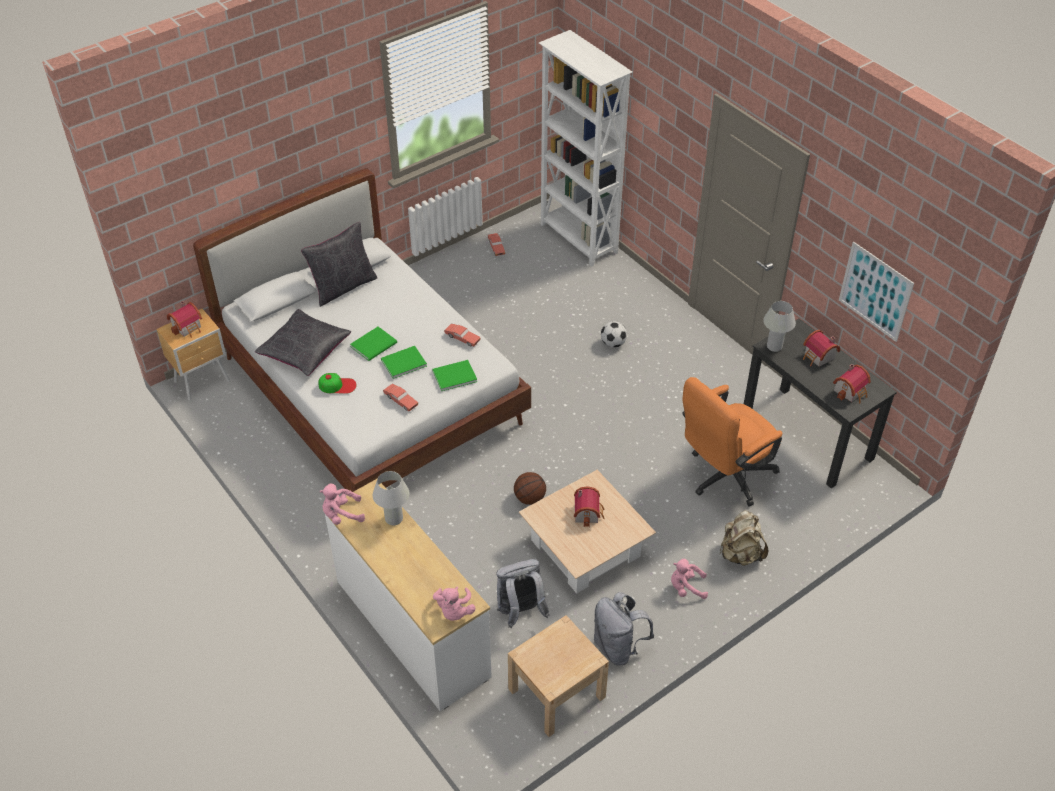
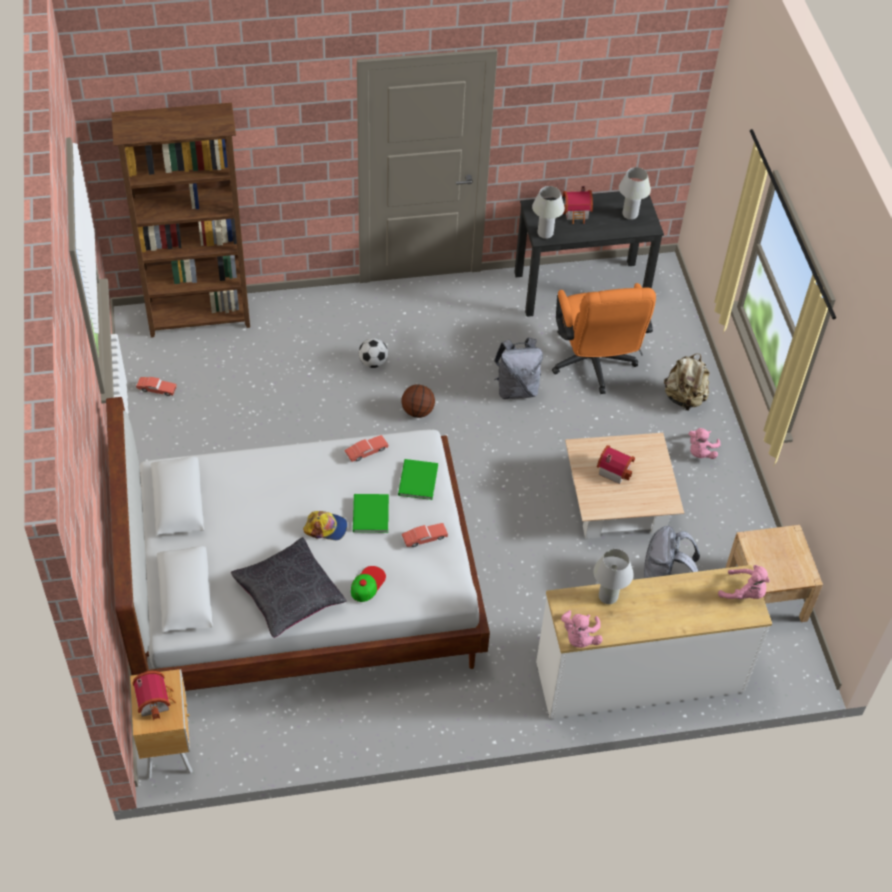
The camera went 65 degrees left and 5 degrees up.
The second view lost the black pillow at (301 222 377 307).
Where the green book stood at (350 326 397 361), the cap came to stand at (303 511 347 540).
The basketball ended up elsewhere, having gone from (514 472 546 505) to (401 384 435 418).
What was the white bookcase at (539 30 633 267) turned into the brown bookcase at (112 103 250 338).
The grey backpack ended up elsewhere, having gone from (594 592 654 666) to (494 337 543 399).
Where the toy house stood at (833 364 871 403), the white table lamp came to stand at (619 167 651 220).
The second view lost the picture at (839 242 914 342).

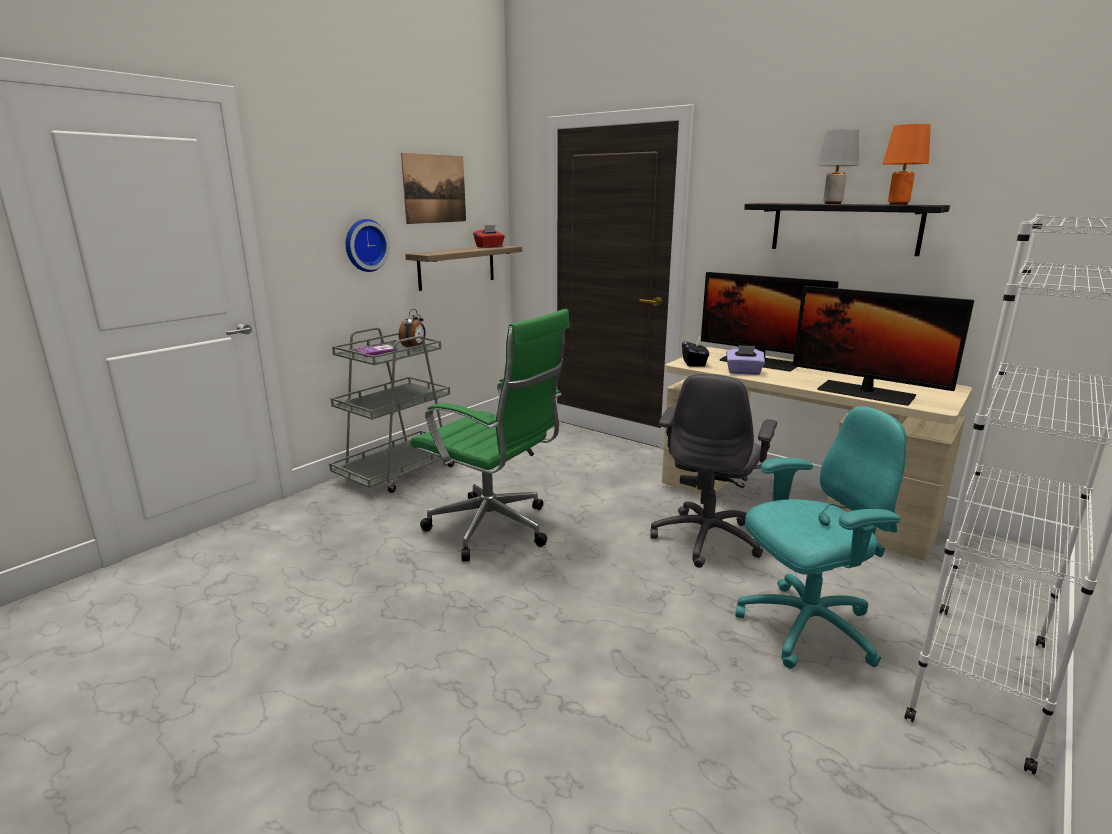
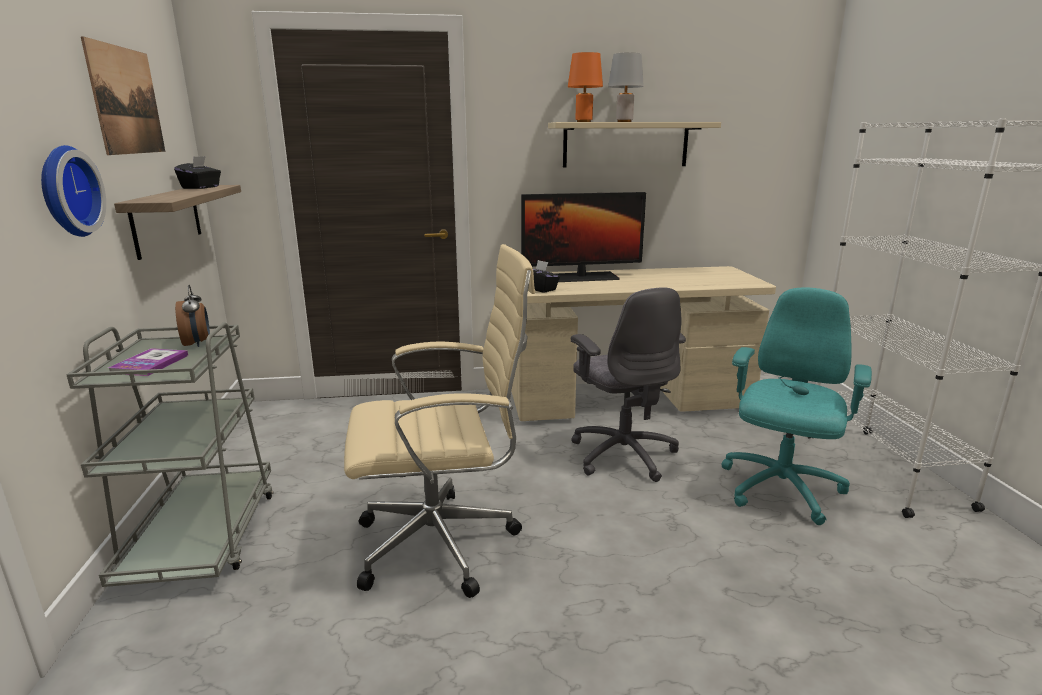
The camera went 45 degrees left and 0 degrees up.
What was the green office chair at (410 309 570 562) turned into the beige office chair at (344 244 535 598).
What was the red tissue box at (473 225 505 248) turned into the black tissue box at (174 156 221 189).
The second view lost the purple tissue box at (726 345 765 375).
What was the black shelf at (744 203 950 256) turned into the beige shelf at (548 122 721 167).
The second view lost the monitor at (793 286 974 406).
The orange table lamp ended up elsewhere, having gone from (883 124 931 205) to (568 52 603 122).

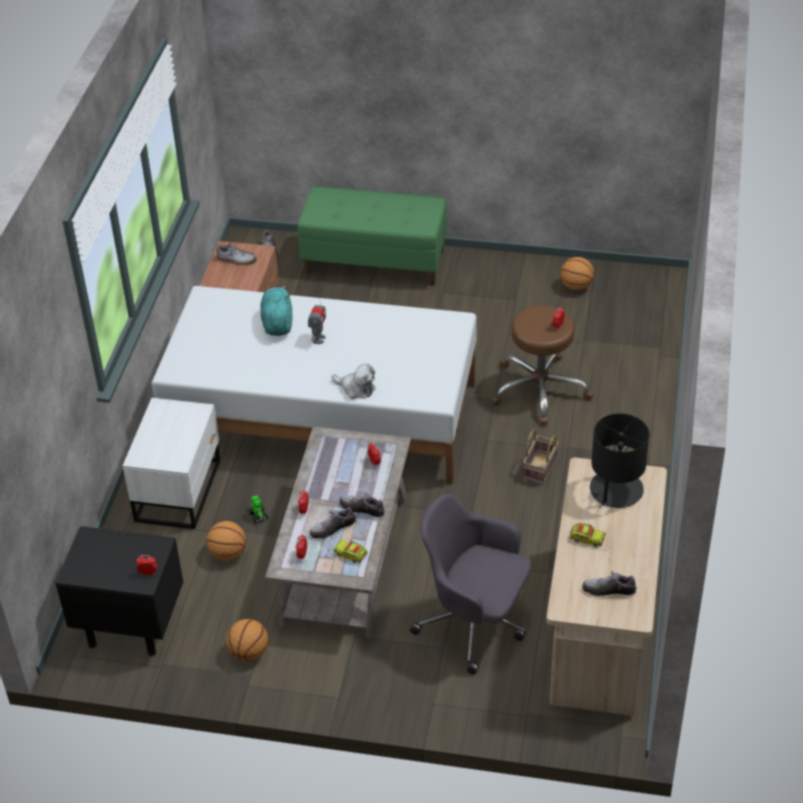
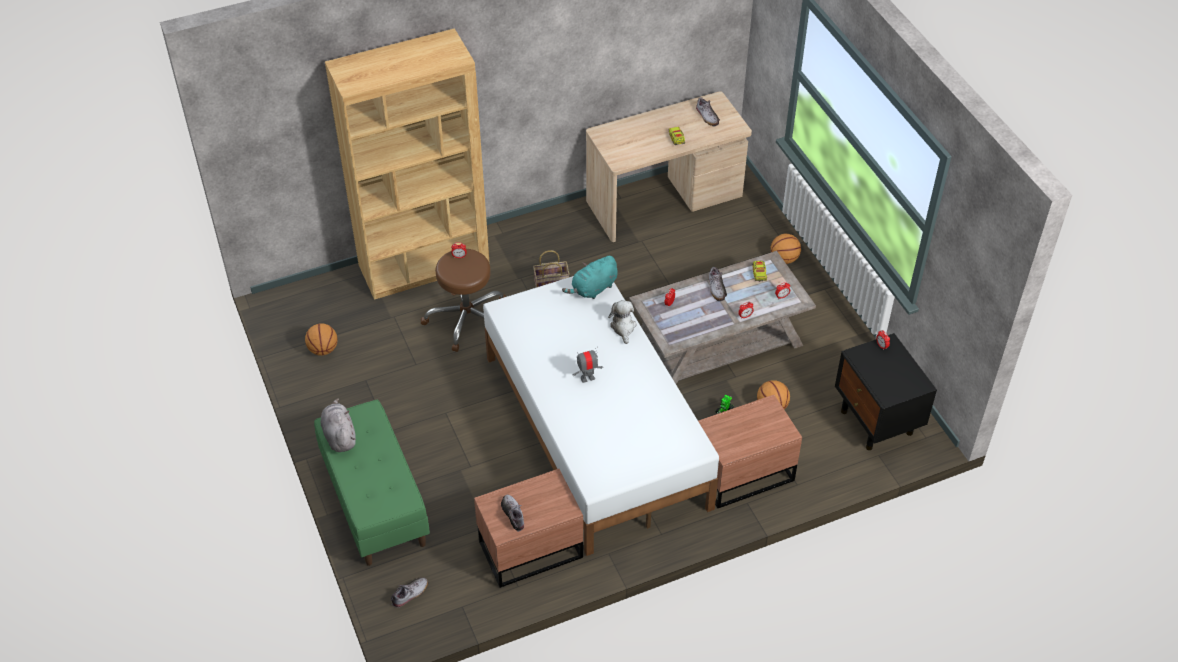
The camera went 125 degrees left and 5 degrees up.
What was the white nightstand at (123 398 220 529) turned into the brown nightstand at (698 395 802 508).
The basketball ended up elsewhere, having gone from (226 619 268 661) to (771 234 801 264).
The turquoise plush toy ended up elsewhere, having gone from (260 286 292 336) to (562 256 618 299).
The second view lost the shoe at (310 507 356 538).
The second view lost the grey office chair at (410 494 531 675).
The second view lost the black table lamp at (590 413 649 508).
The second view gained the grey plush toy at (321 398 356 452).
The second view gained the brown bookcase at (325 28 490 300).

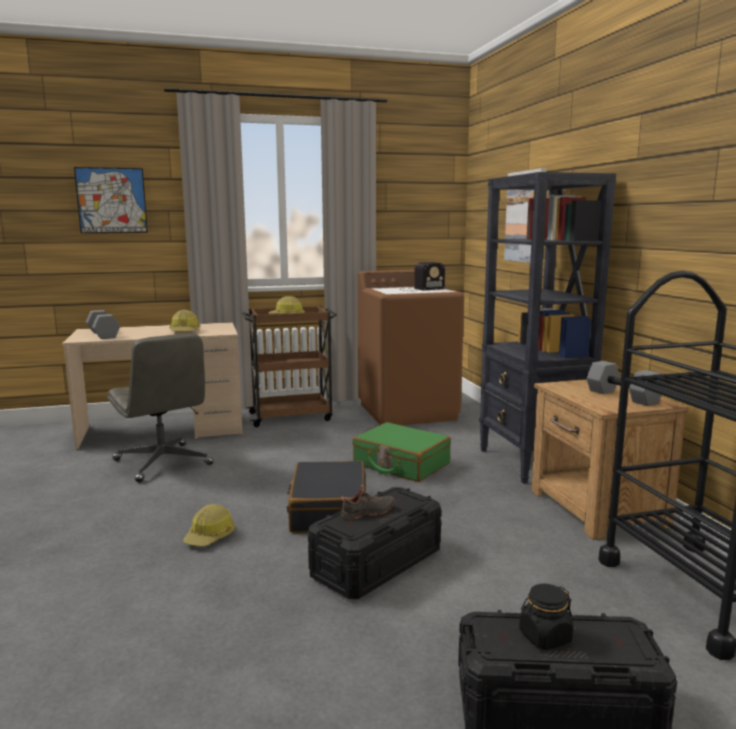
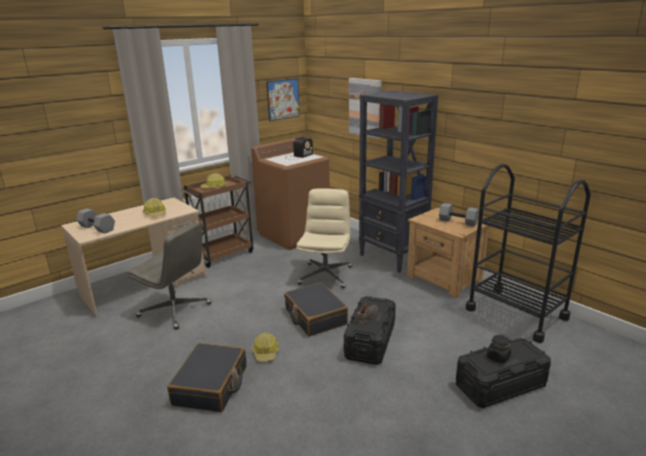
The camera went 25 degrees left and 10 degrees up.
The picture ended up elsewhere, having gone from (74 167 148 233) to (266 78 300 121).
Where the green suitcase stood at (352 422 451 482), the beige office chair came to stand at (297 189 352 288).
The second view gained the black suitcase at (167 343 247 412).

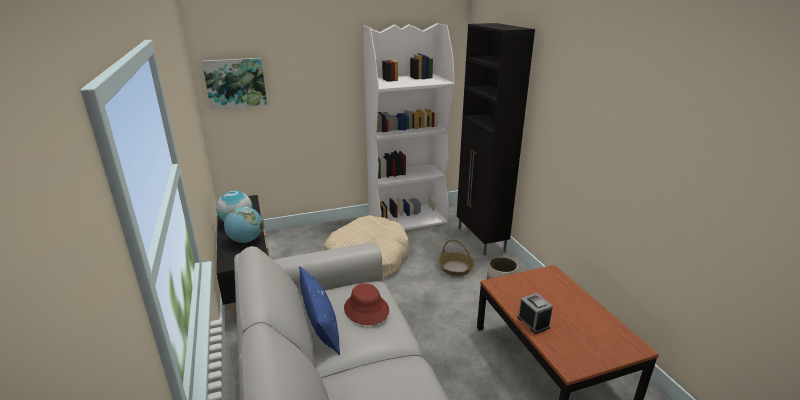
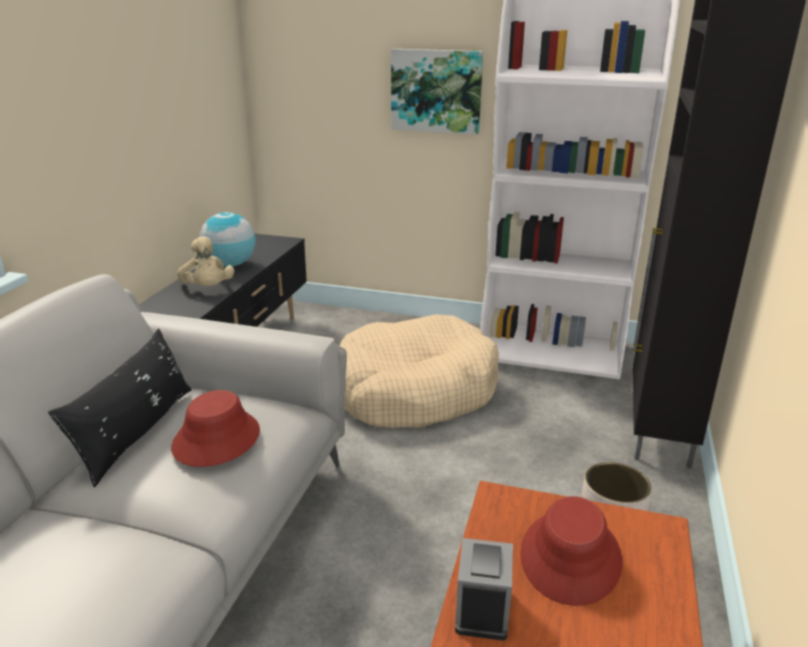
The camera went 35 degrees right and 0 degrees up.
The picture ended up elsewhere, having gone from (202 58 267 110) to (391 49 483 135).
Where the globe stood at (224 206 263 243), the beige plush toy came to stand at (177 236 234 286).
What was the blue pillow at (299 266 340 355) turned into the black pillow at (48 328 192 487).
The second view lost the basket at (438 240 475 276).
The second view gained the red hat at (520 496 623 606).

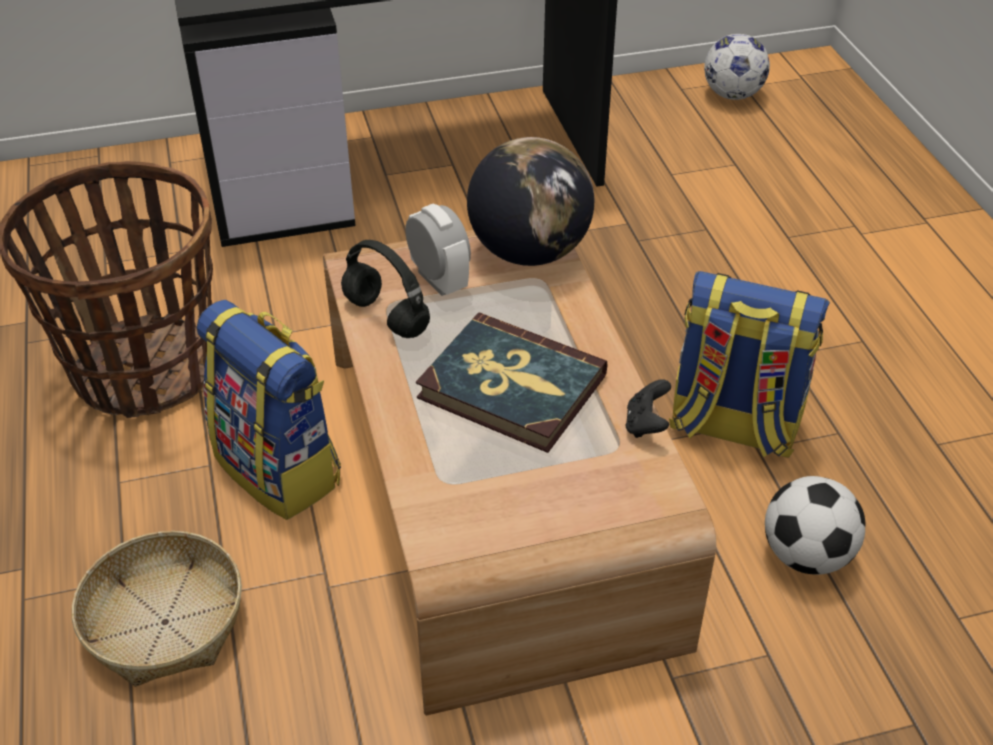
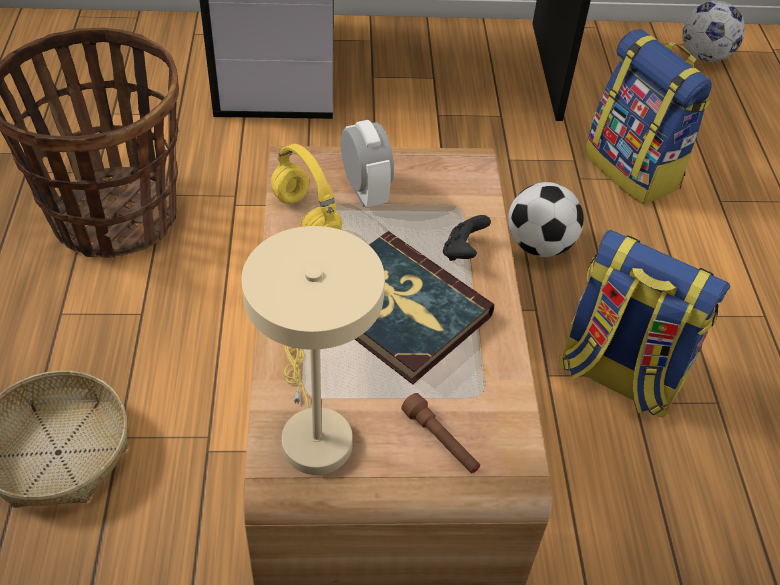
The camera went 10 degrees right and 5 degrees up.
The backpack ended up elsewhere, having gone from (197 300 341 520) to (585 29 712 204).
What was the black headphones at (341 240 430 338) turned into the yellow headphones at (271 144 342 230).
The second view lost the globe at (467 137 594 266).
The black game controller ended up elsewhere, having gone from (625 379 671 438) to (443 215 491 261).
The football ended up elsewhere, having gone from (765 476 865 575) to (508 182 584 257).
The second view gained the beige table lamp at (241 226 385 475).
The second view gained the brown flashlight at (401 393 480 473).

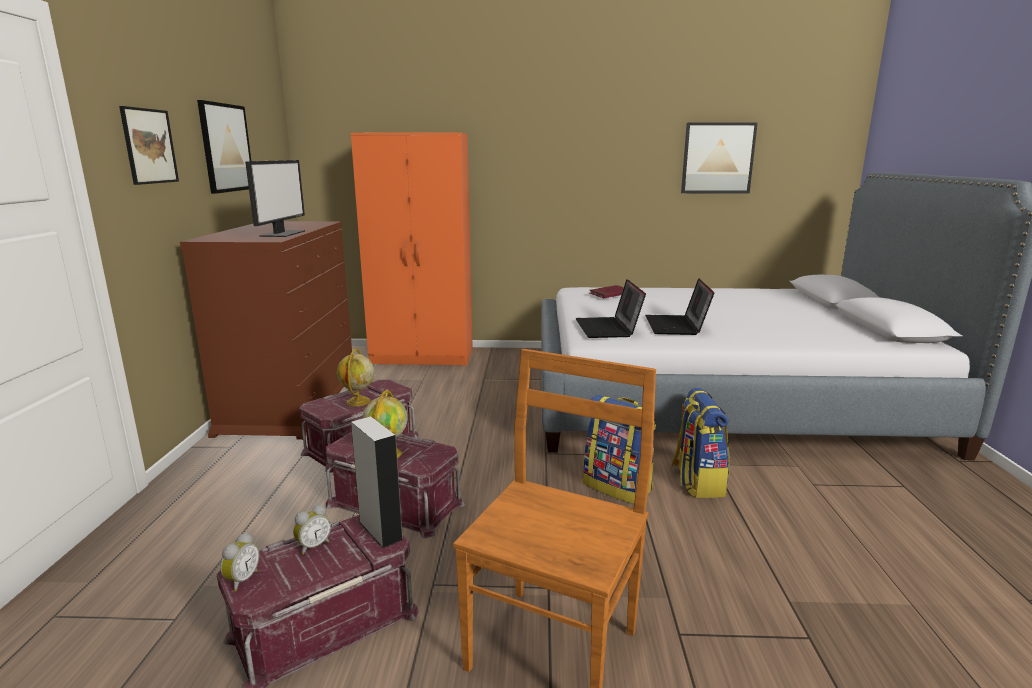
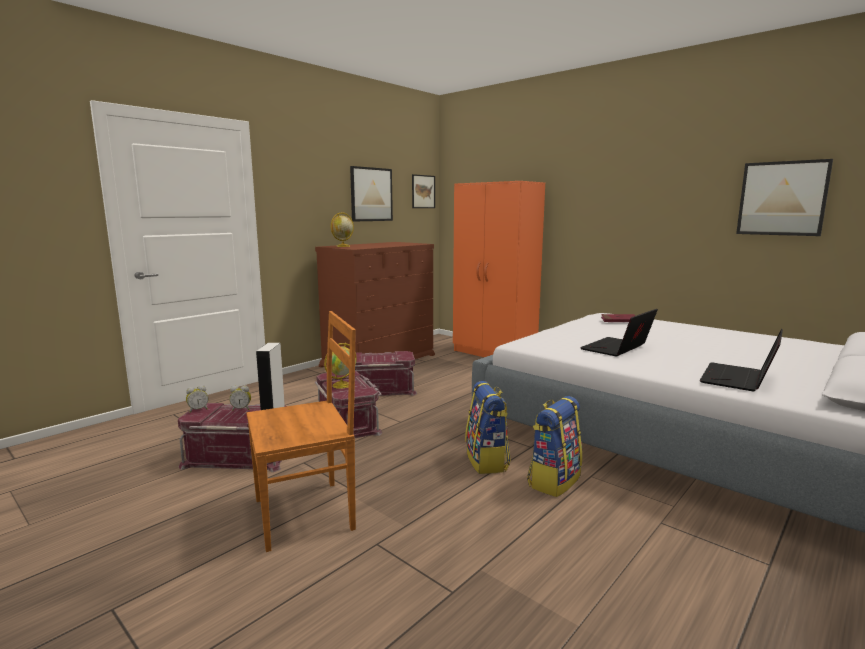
The camera went 40 degrees right and 5 degrees down.
The picture ended up elsewhere, having gone from (119 106 179 185) to (412 174 435 208).
The second view lost the monitor at (245 160 305 237).
The globe ended up elsewhere, having gone from (337 348 375 406) to (331 212 354 247).
The laptop ended up elsewhere, having gone from (576 279 646 338) to (700 329 783 391).

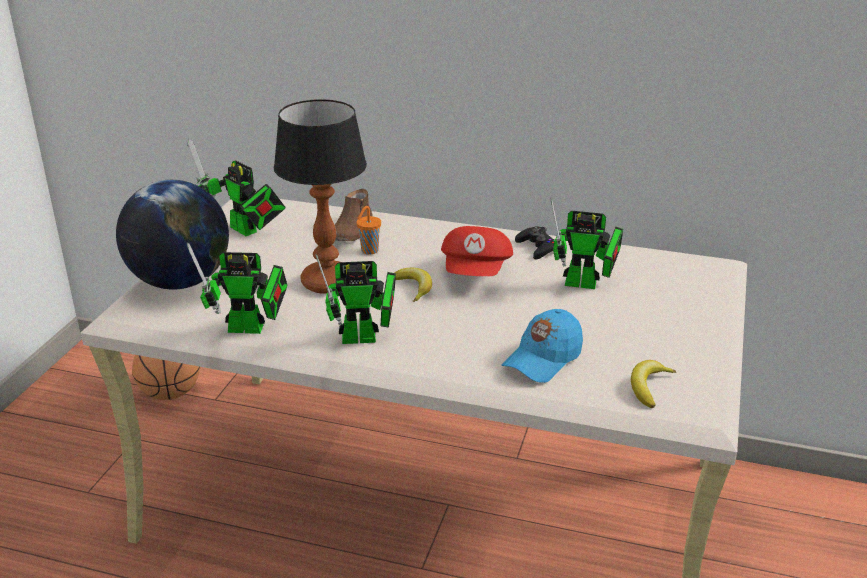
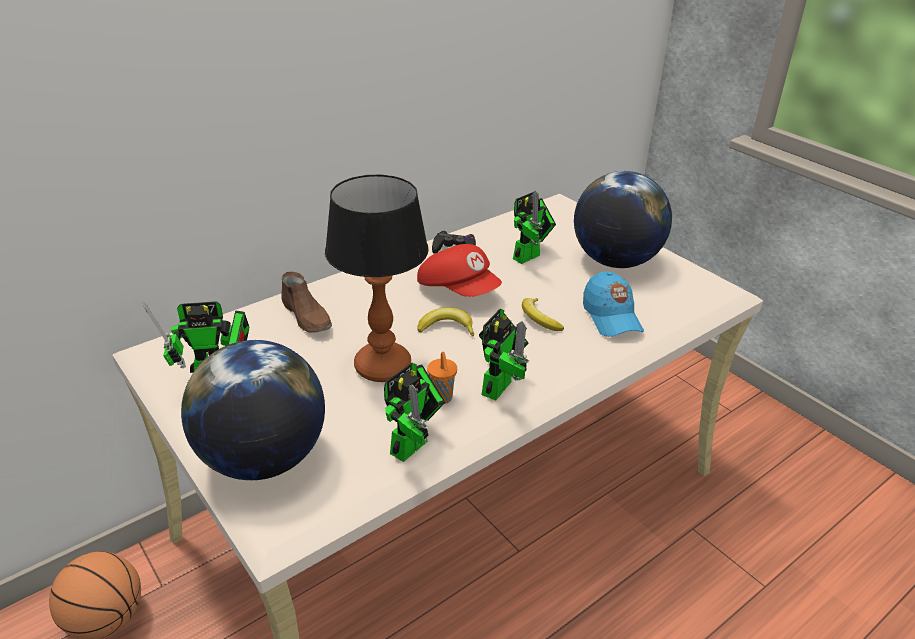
The camera went 55 degrees left and 5 degrees up.
The orange cup ended up elsewhere, having gone from (356 206 381 254) to (427 352 457 404).
The banana ended up elsewhere, having gone from (631 360 676 408) to (522 298 564 331).
The second view gained the globe at (574 171 672 268).

